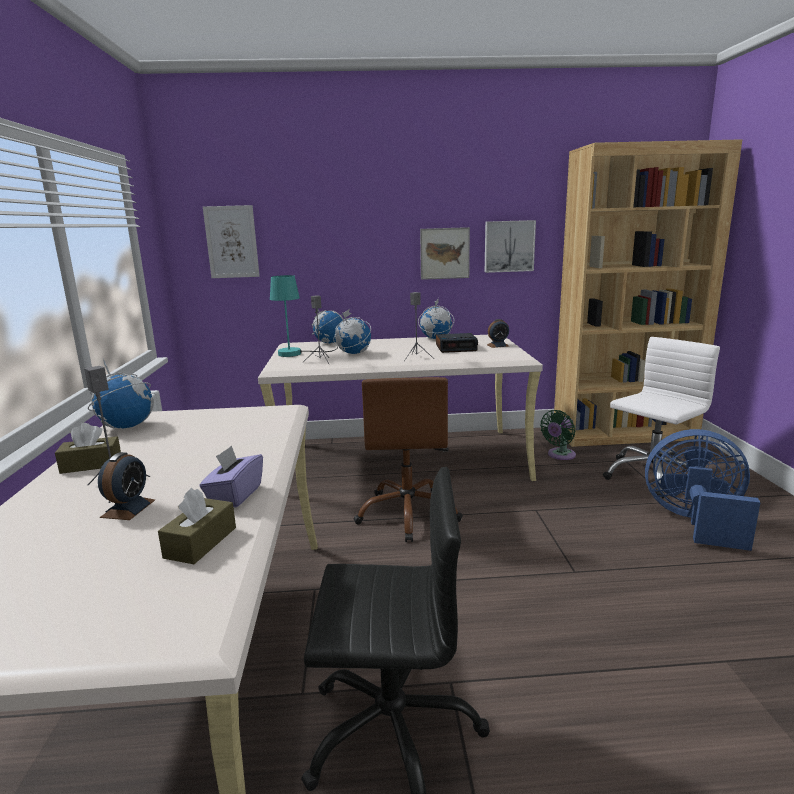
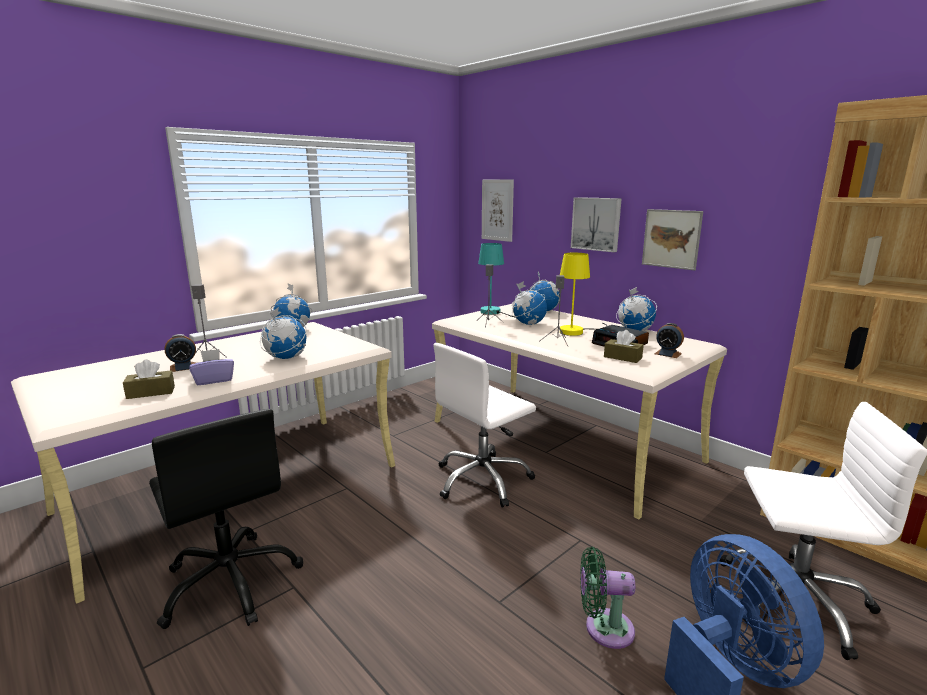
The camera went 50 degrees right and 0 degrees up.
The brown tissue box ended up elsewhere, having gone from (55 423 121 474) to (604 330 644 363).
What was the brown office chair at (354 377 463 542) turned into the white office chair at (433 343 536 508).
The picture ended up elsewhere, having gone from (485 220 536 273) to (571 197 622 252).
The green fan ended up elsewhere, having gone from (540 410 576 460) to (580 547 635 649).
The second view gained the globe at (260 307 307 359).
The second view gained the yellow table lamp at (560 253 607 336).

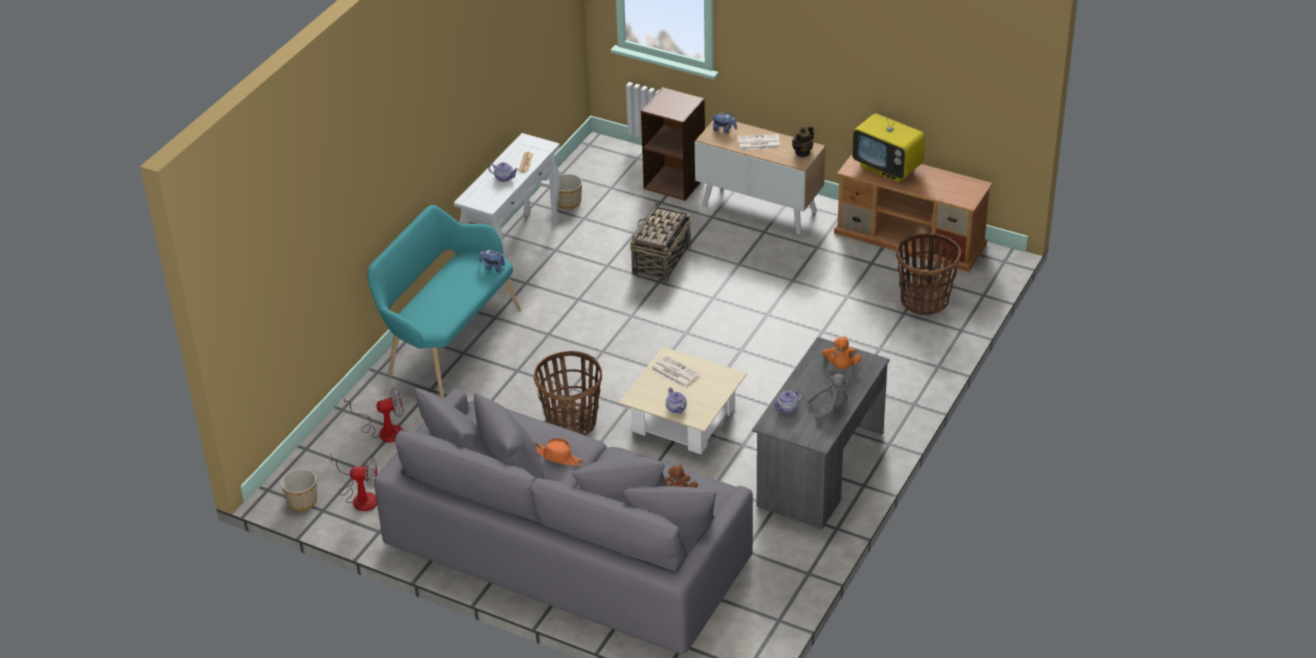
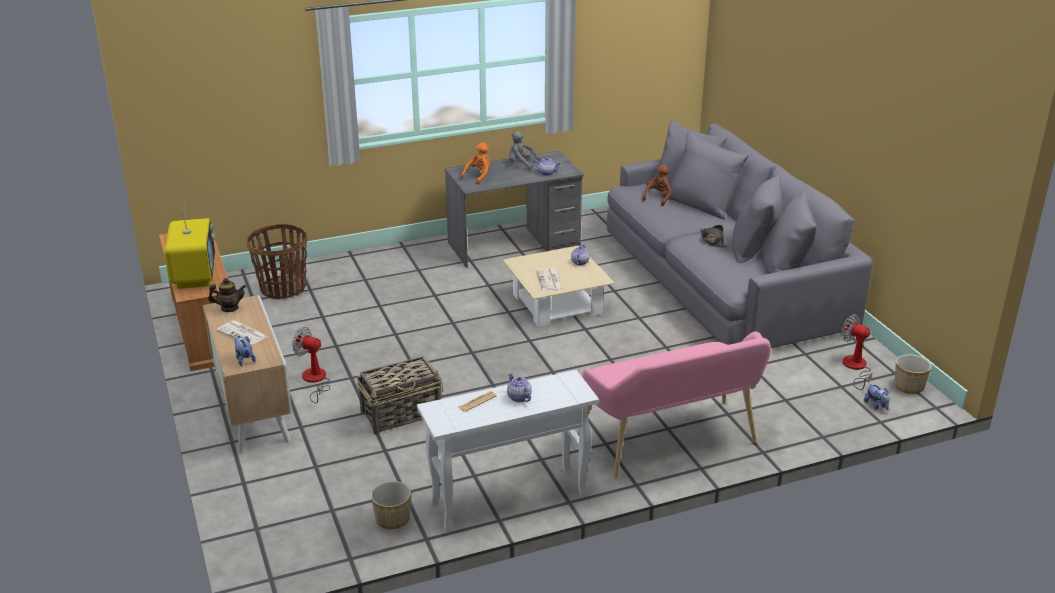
The camera went 140 degrees left and 10 degrees down.
The fan ended up elsewhere, having gone from (344 389 404 442) to (292 327 330 404).
What was the turquoise bench at (367 205 521 399) turned into the pink bench at (577 332 771 479).
The plush toy ended up elsewhere, having gone from (479 247 505 272) to (864 383 890 410).
The second view lost the basket at (534 351 602 435).
What was the orange hat at (534 438 583 465) turned into the black hat at (700 225 728 247).
The second view lost the brown bookcase at (641 87 705 201).

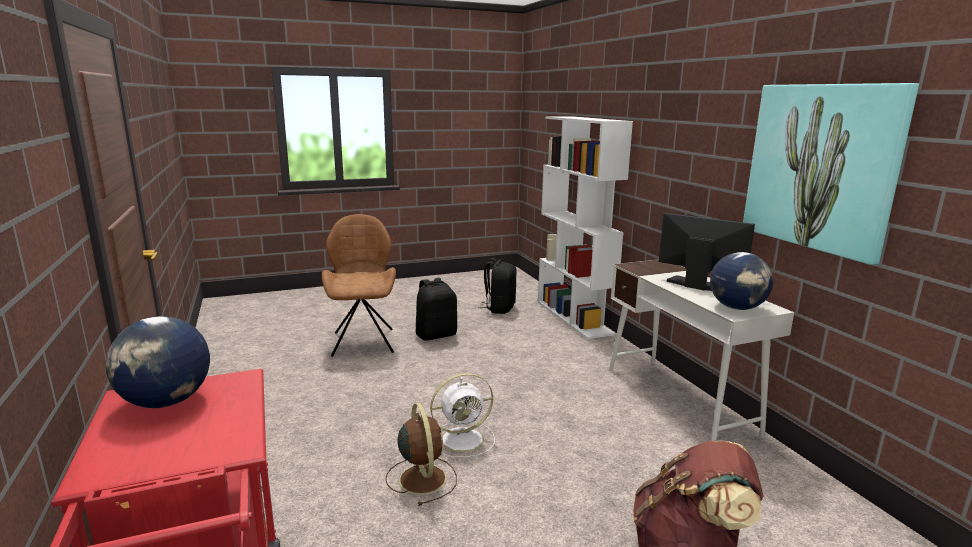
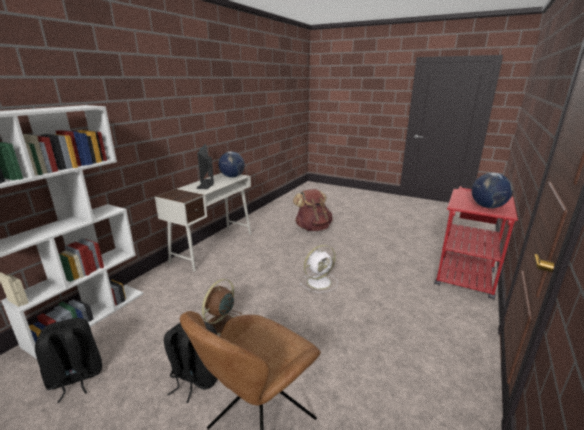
The camera went 130 degrees left and 5 degrees up.
The brown fan ended up elsewhere, having gone from (386 403 457 506) to (202 279 242 334).
The white fan at (430 373 495 458) ended up facing another way, 120 degrees clockwise from before.
The second view lost the picture at (743 83 919 265).

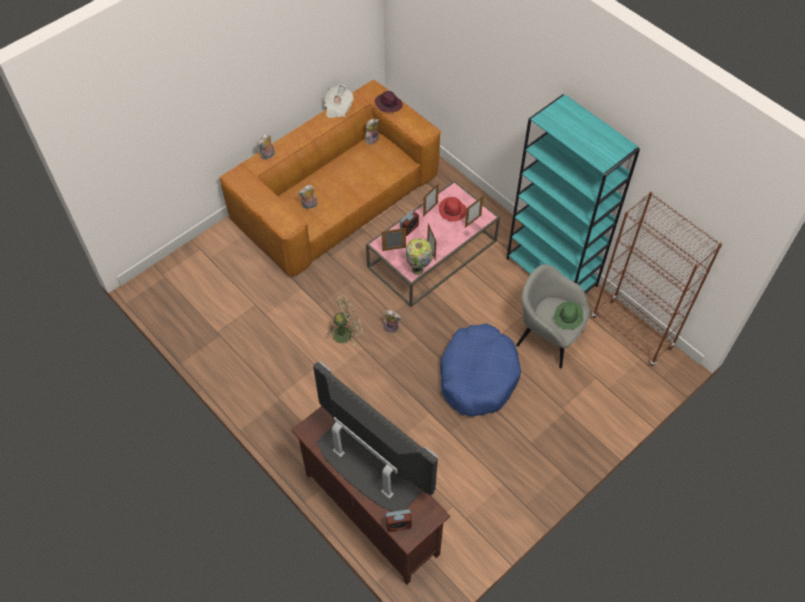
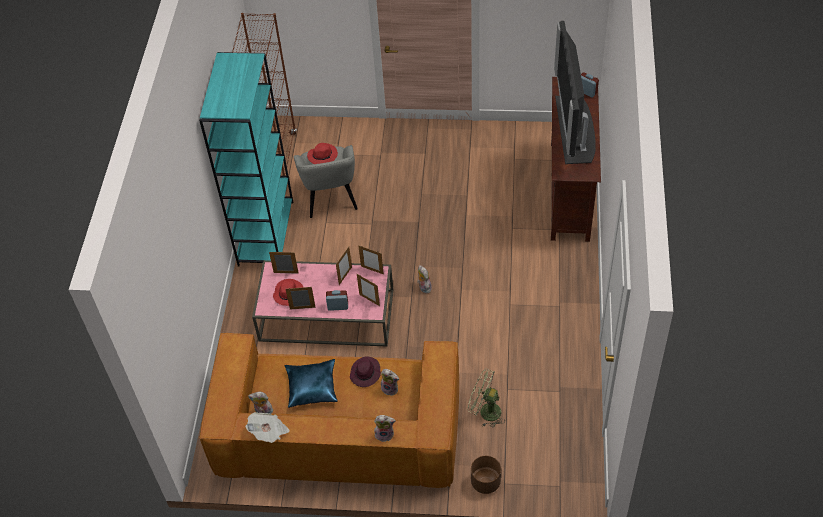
The camera went 130 degrees left and 5 degrees down.
The green fan ended up elsewhere, having gone from (326 295 363 346) to (468 369 505 428).
The purple hat ended up elsewhere, having gone from (375 91 403 112) to (350 357 381 387).
Where the table lamp stood at (406 238 433 275), the picture frame came to stand at (358 245 384 275).
The second view lost the blue dog bed at (440 323 521 417).
What was the green hat at (554 301 583 330) turned into the red hat at (307 143 338 164).
The second view gained the blue pillow at (285 359 338 408).
The second view gained the brown planter at (471 456 501 494).

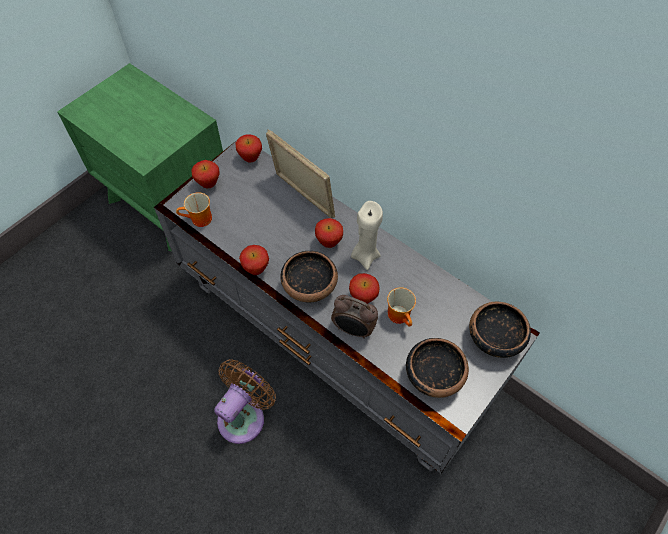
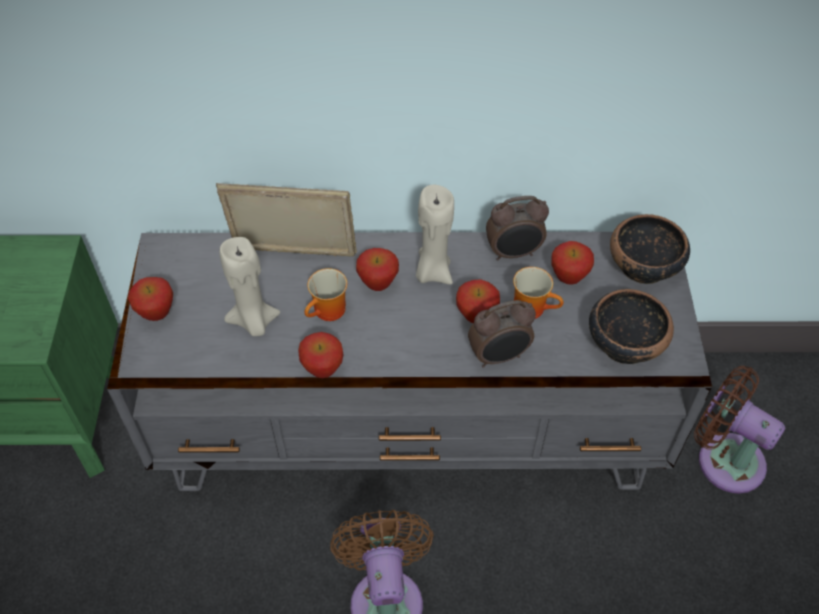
The camera went 40 degrees left and 5 degrees down.
The mug ended up elsewhere, having gone from (176 192 212 227) to (304 268 347 321).
The apple ended up elsewhere, having gone from (236 134 262 162) to (551 241 594 285).
The second view lost the bowl at (280 251 338 302).
The second view gained the beige candle at (219 237 281 336).
The second view gained the alarm clock at (486 196 549 261).
The second view gained the brown fan at (694 366 785 494).

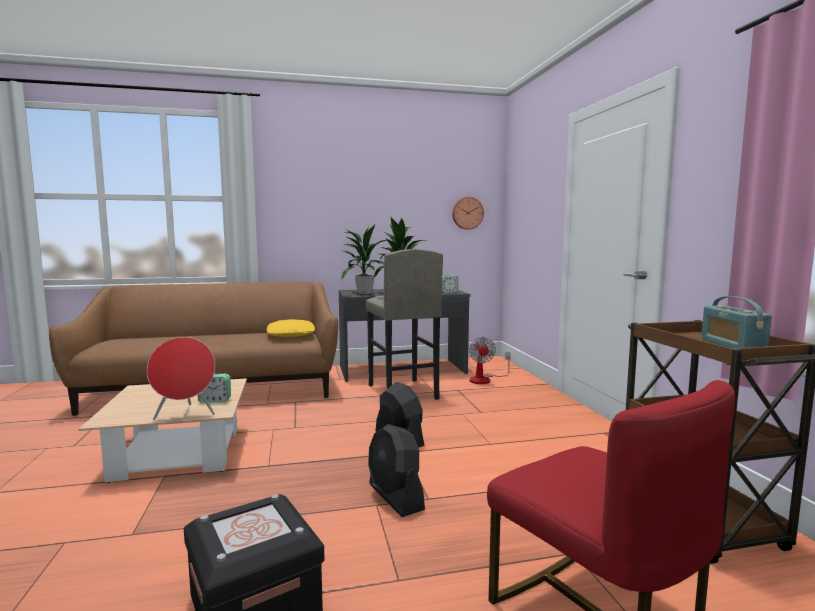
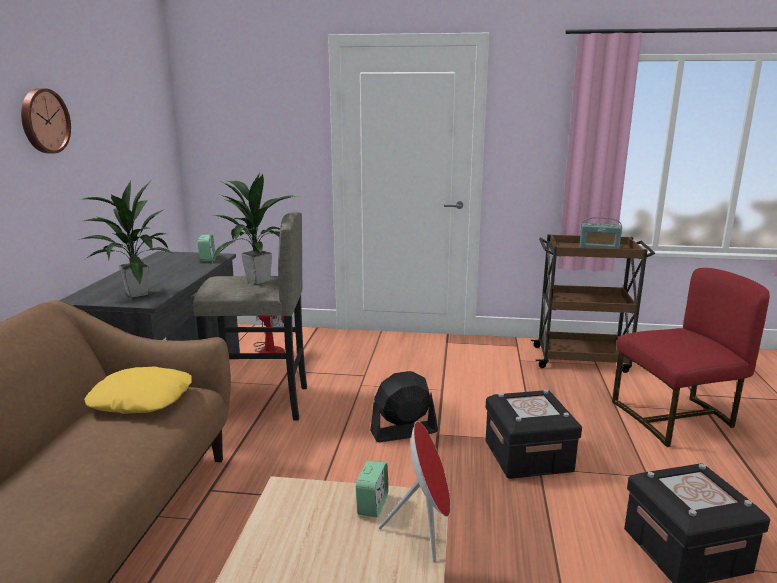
The camera went 70 degrees left and 10 degrees up.
Where the black fan stood at (368 424 425 517), the black storage box came to stand at (486 389 582 479).
The wall clock ended up elsewhere, having gone from (452 197 484 230) to (21 88 71 153).

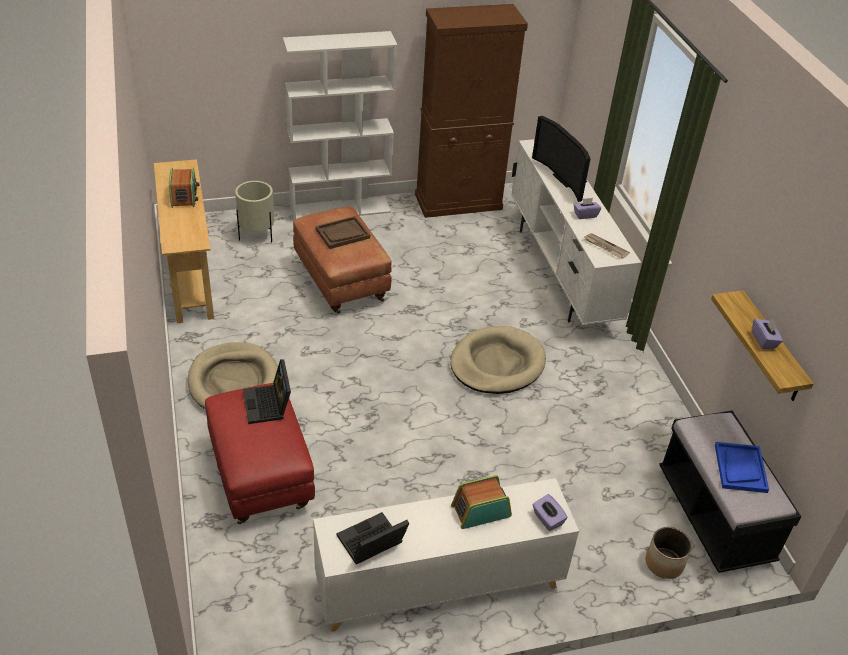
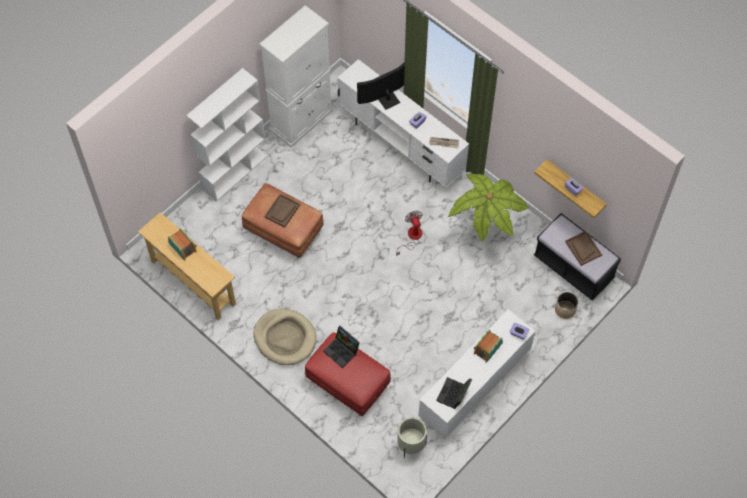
The camera went 30 degrees left and 20 degrees up.
The beige planter ended up elsewhere, having gone from (235 181 274 243) to (397 417 427 458).
What was the brown cabinet at (415 4 528 218) turned into the white cabinet at (259 5 332 148).
Where the beige dog bed stood at (450 326 546 394), the fan came to stand at (396 211 423 256).
The television at (532 116 591 202) ended up facing another way, 120 degrees clockwise from before.
What was the blue tray at (715 442 769 493) turned into the brown tray at (565 231 602 266).
The second view gained the potted plant at (448 174 529 242).

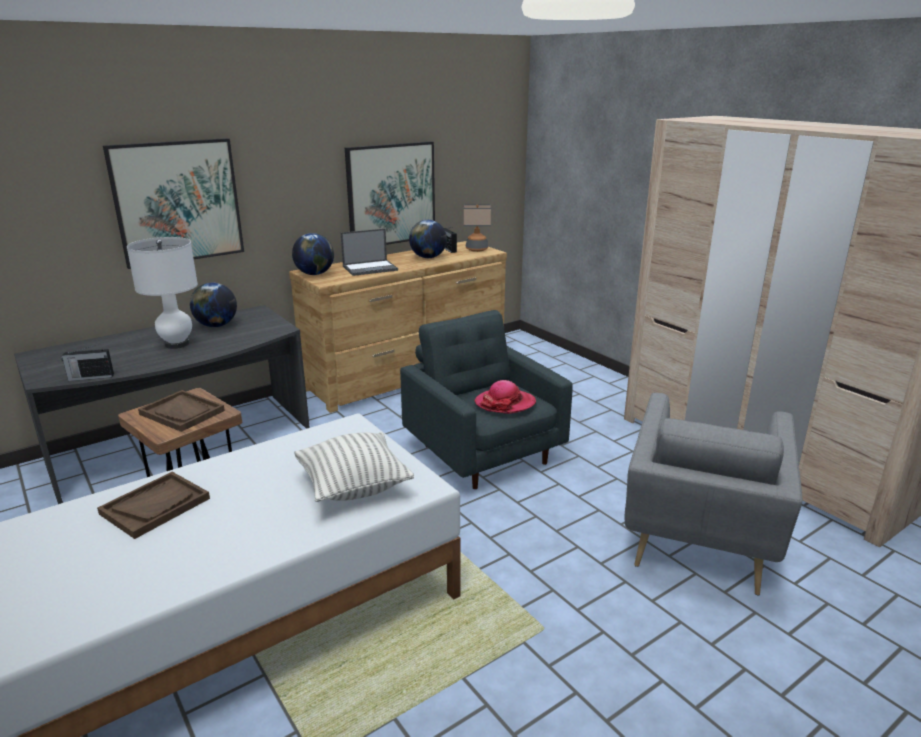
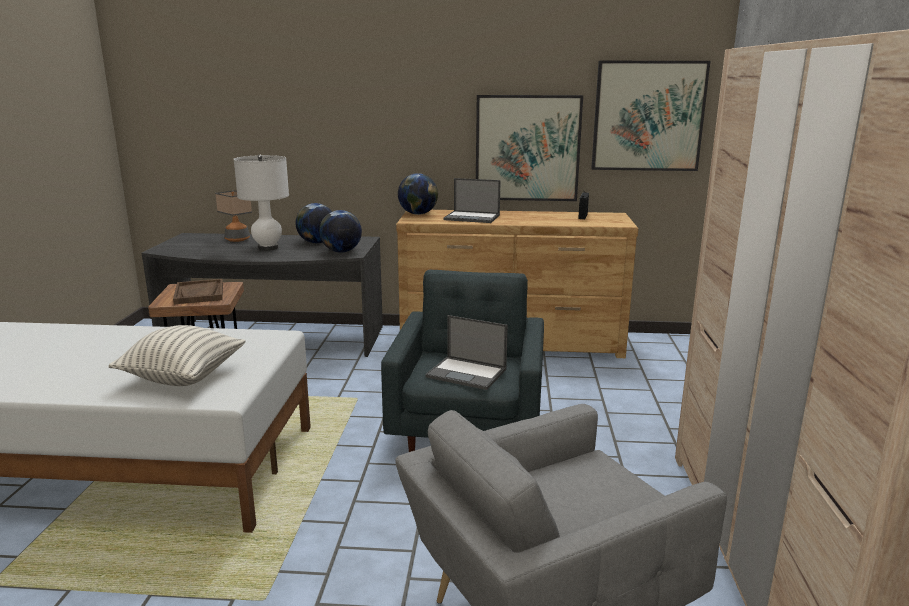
The camera went 40 degrees right and 5 degrees down.
The second view lost the radio at (61 344 114 381).
The second view lost the brown tray at (97 472 210 539).
The picture ended up elsewhere, having gone from (103 138 244 269) to (591 61 710 171).
The globe ended up elsewhere, having gone from (409 220 447 258) to (319 210 362 253).
The table lamp ended up elsewhere, having gone from (464 204 491 252) to (215 190 252 242).
Where the hat stood at (474 380 536 414), the laptop came to stand at (425 315 508 390).

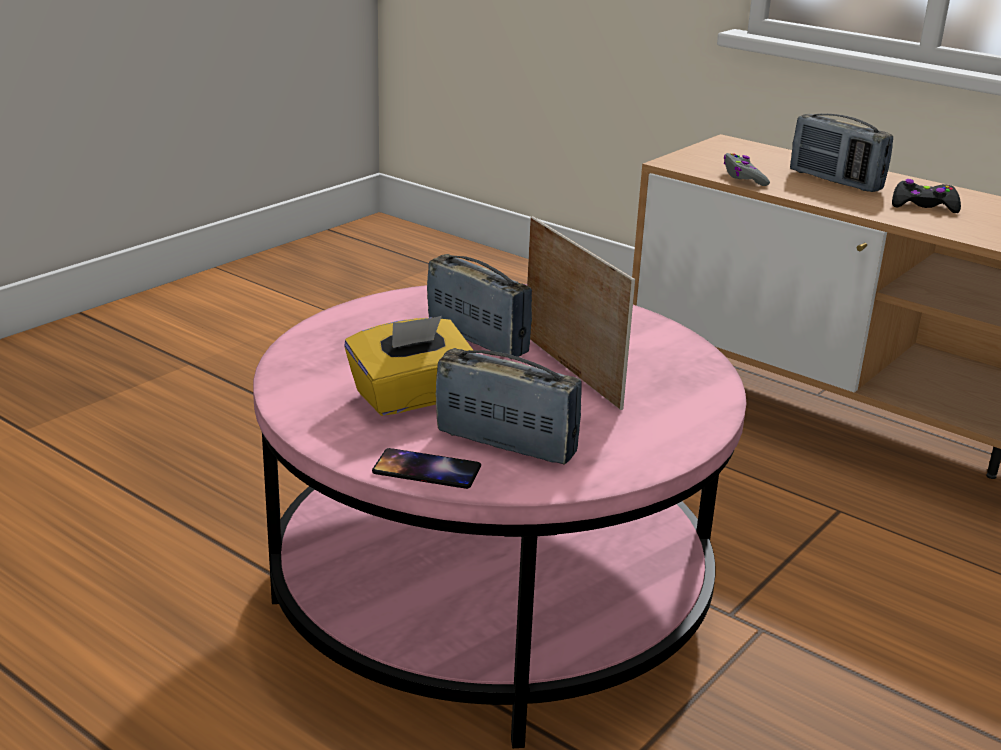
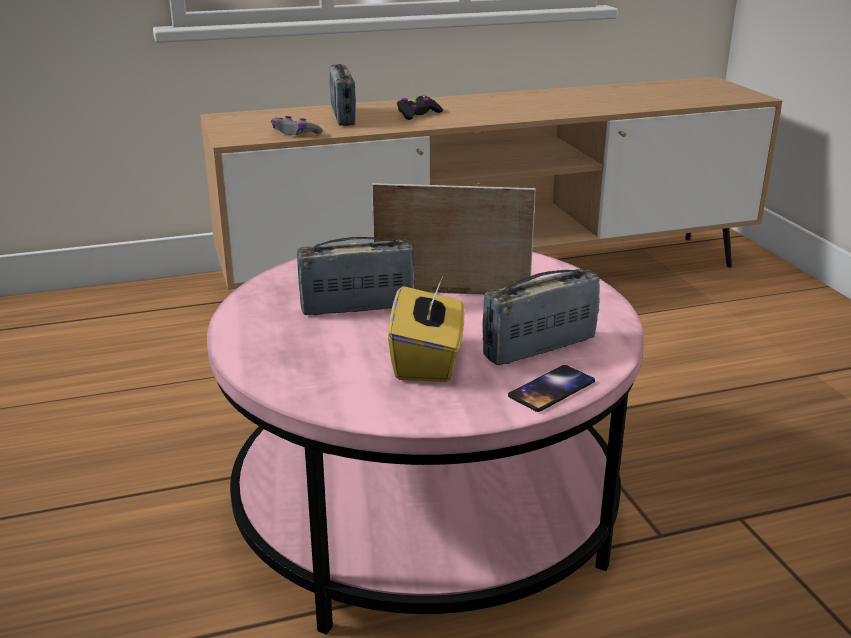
The camera went 55 degrees left and 0 degrees up.
The radio at (790 114 893 192) ended up facing another way, 90 degrees clockwise from before.

